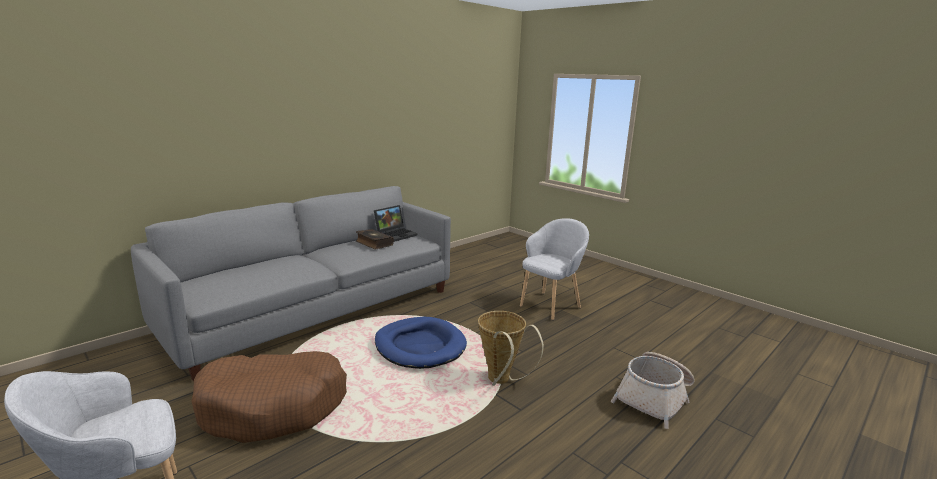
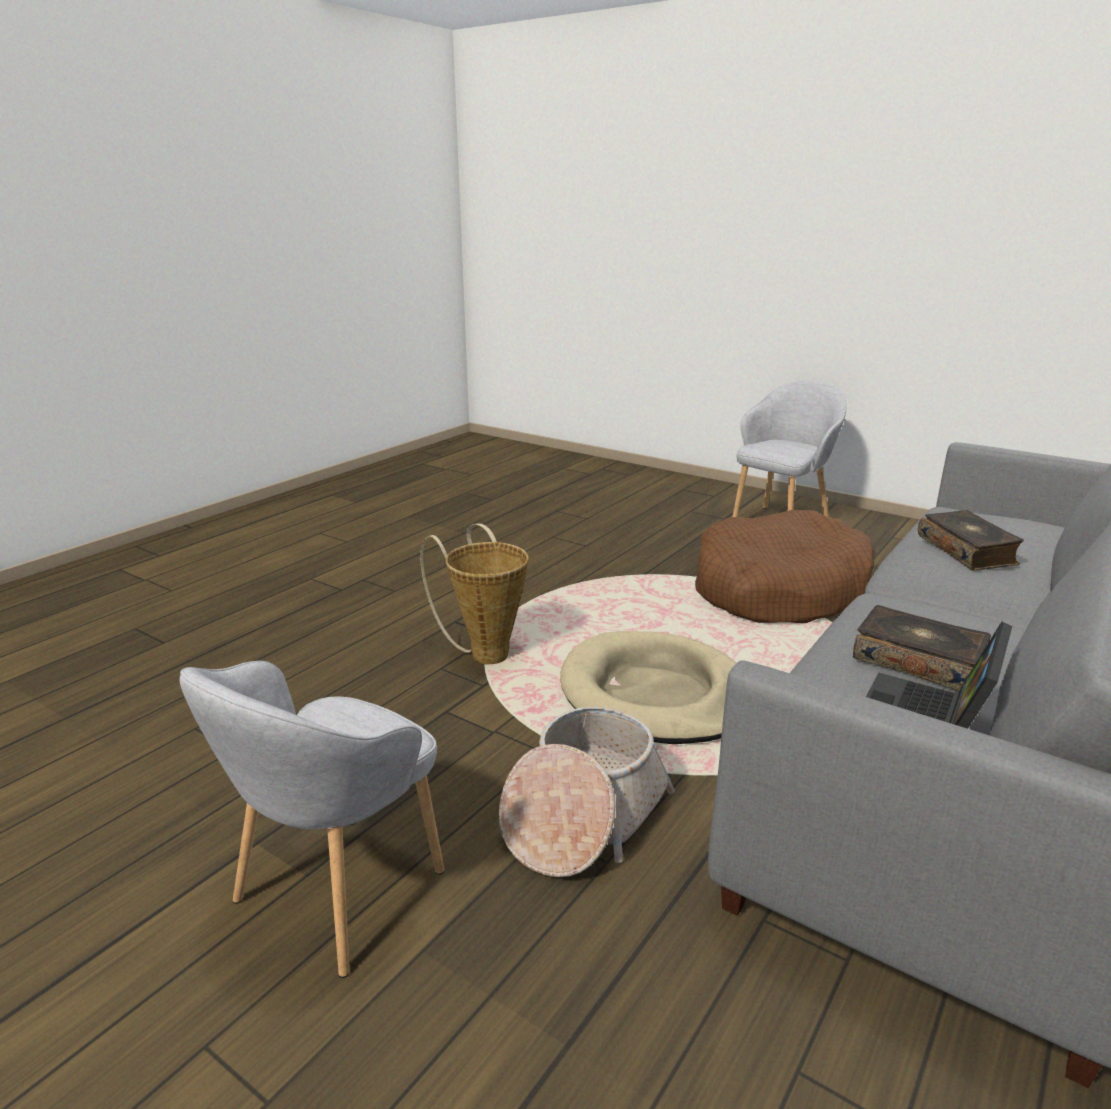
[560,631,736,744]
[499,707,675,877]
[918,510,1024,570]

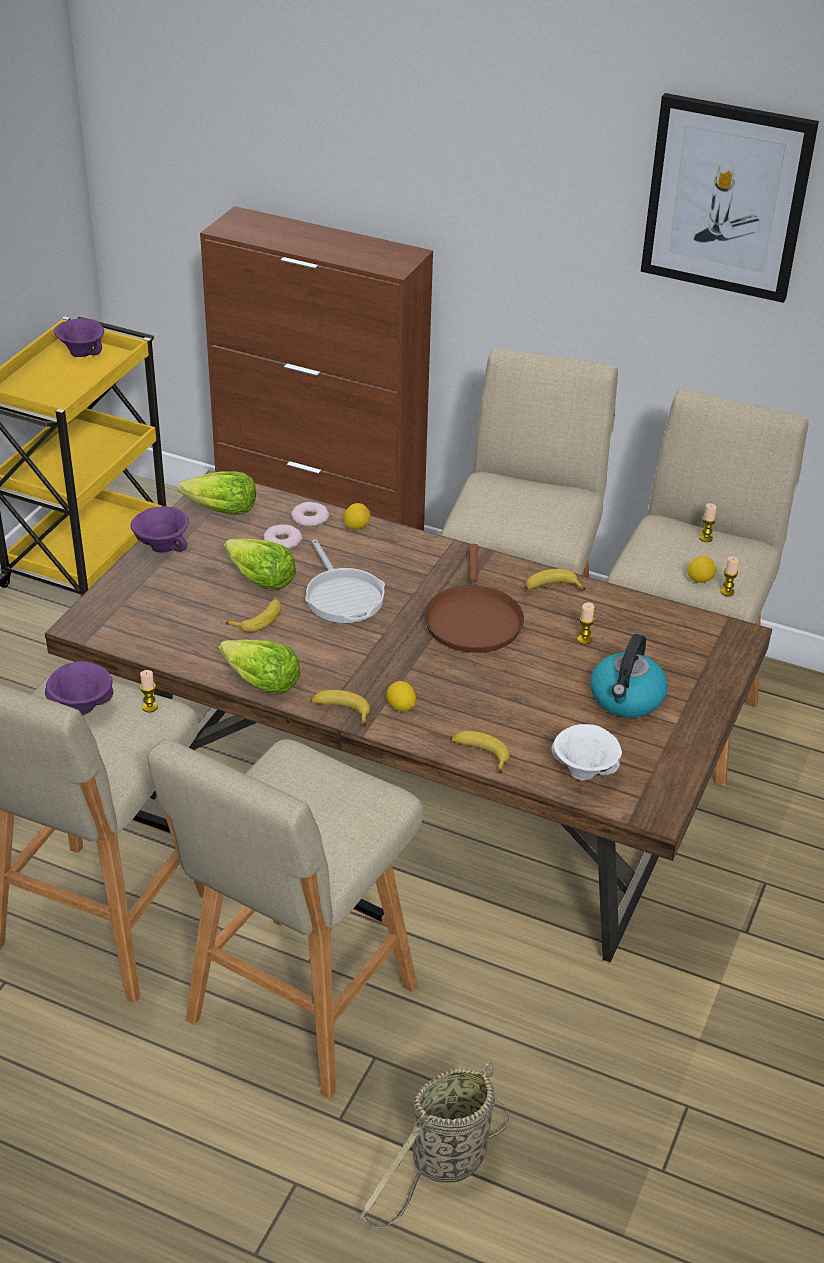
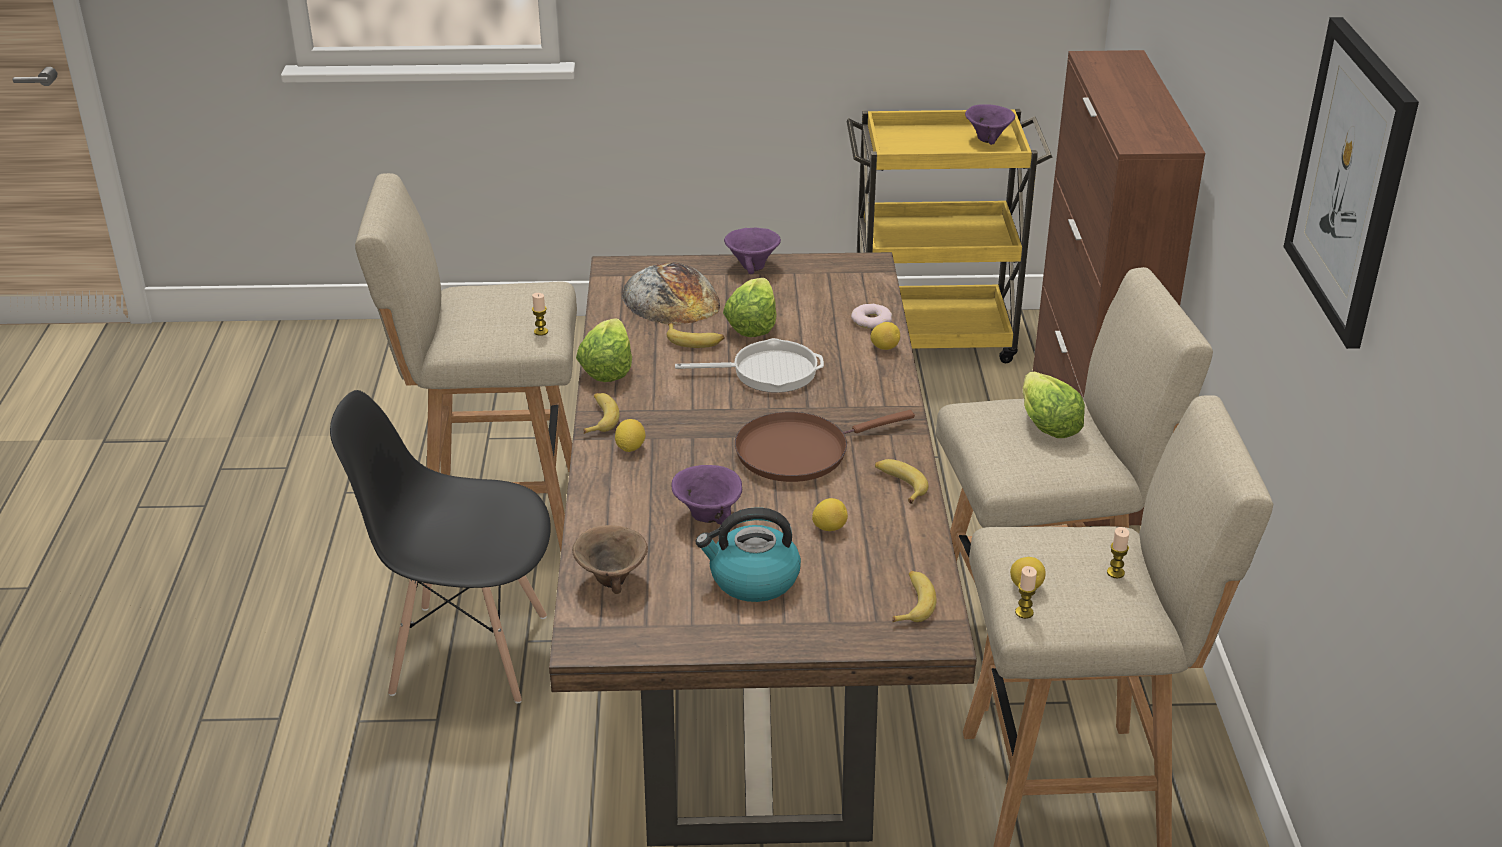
[1023,372,1085,438]
[263,524,302,549] (first image)
[675,338,824,393]
[812,498,848,531]
[671,465,742,525]
[572,525,648,594]
[893,571,936,622]
[330,390,551,703]
[360,1061,510,1228] (first image)
[622,262,720,325]

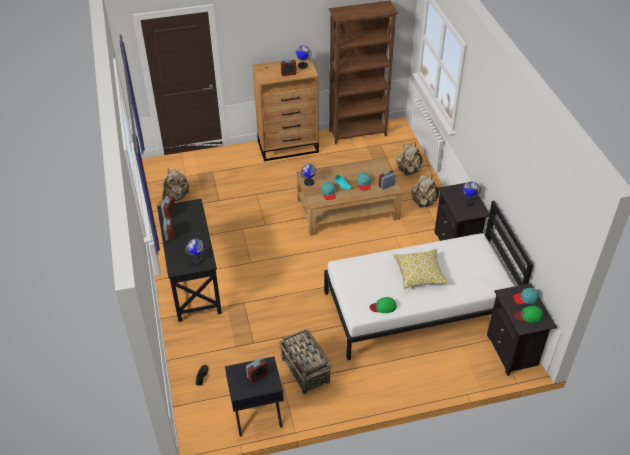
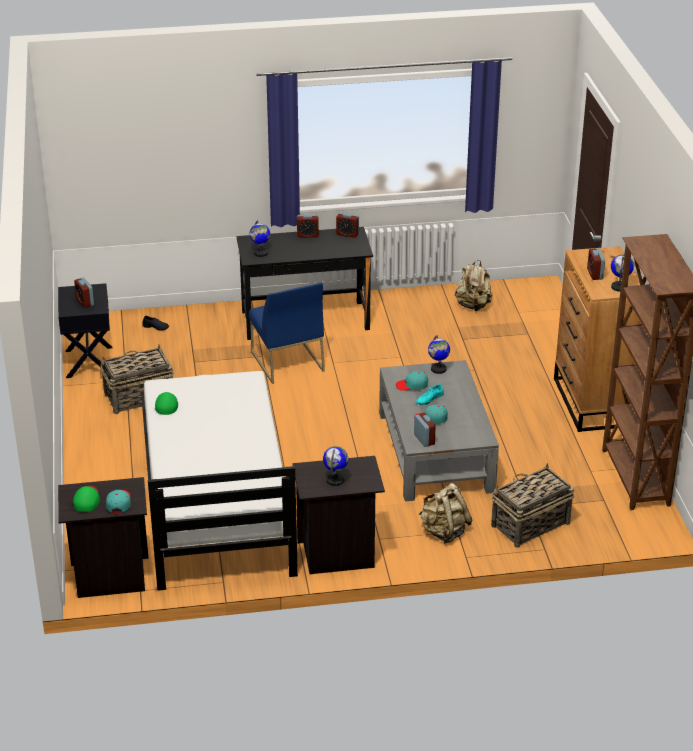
[491,463,574,548]
[379,360,499,502]
[393,249,449,289] (first image)
[249,283,325,384]

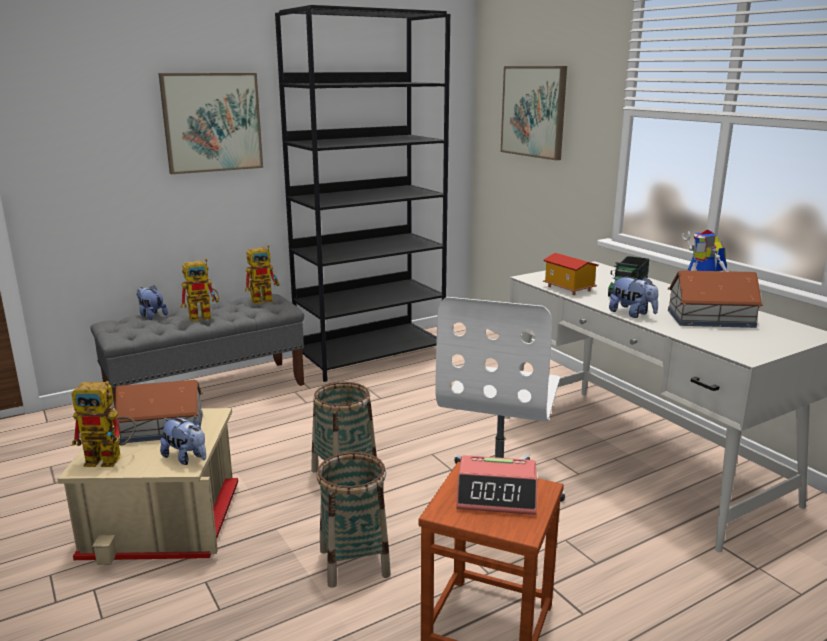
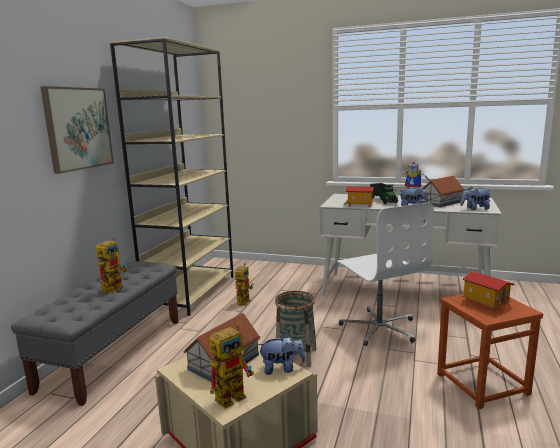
[110,37,234,316]
[501,66,567,160] (first image)
[235,263,253,306]
[461,187,491,210]
[317,452,391,588] (first image)
[461,272,514,312]

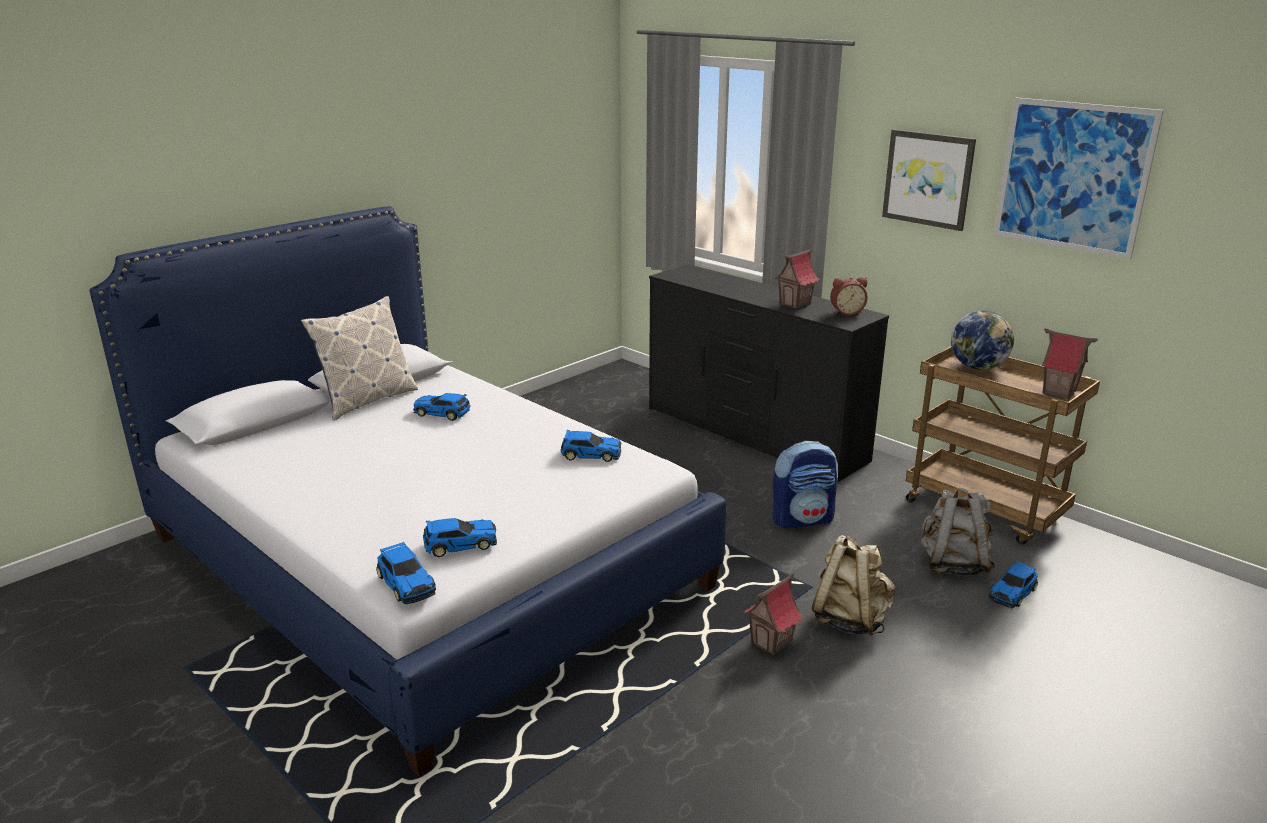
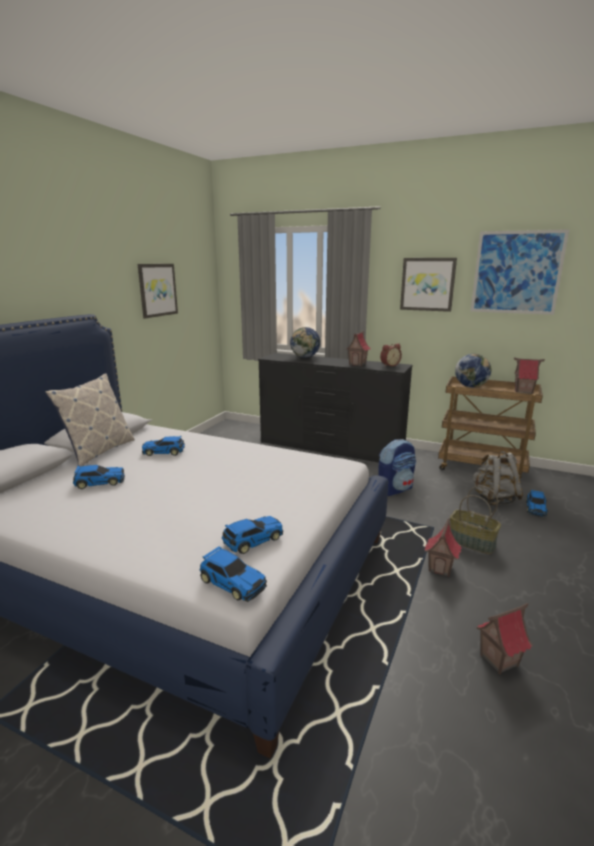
[73,465,125,489]
[450,486,501,554]
[138,264,178,318]
[290,327,320,358]
[476,603,533,674]

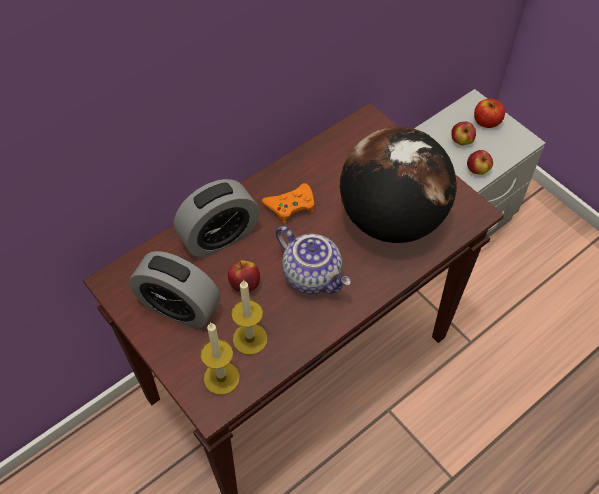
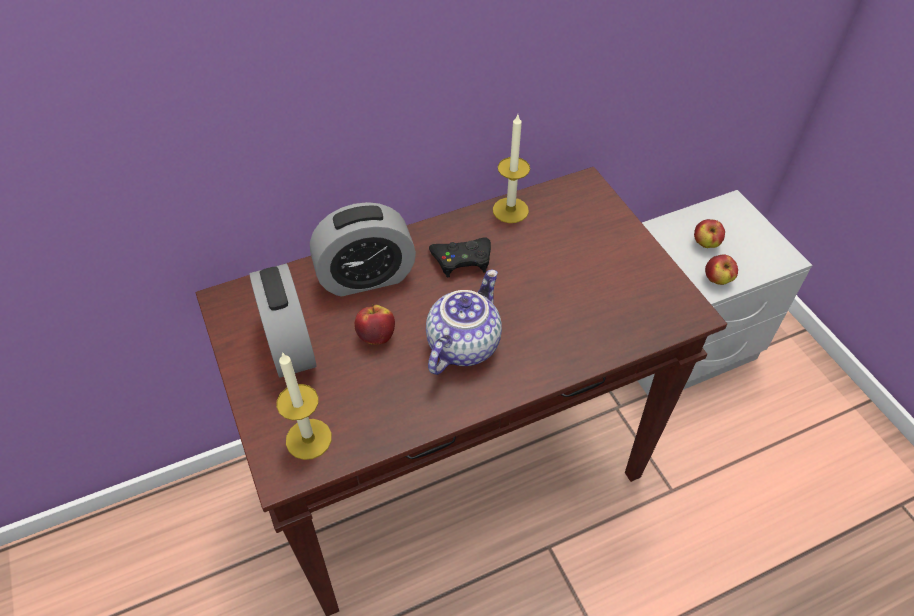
[474,99,505,128] (first image)
[340,127,457,243] (first image)
[429,237,491,277]
[426,270,502,375]
[250,264,317,378]
[493,115,530,223]

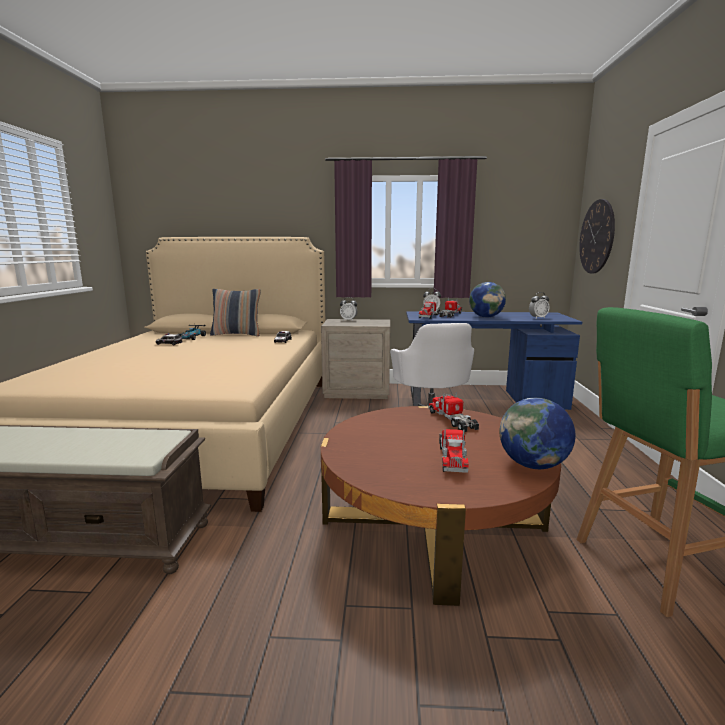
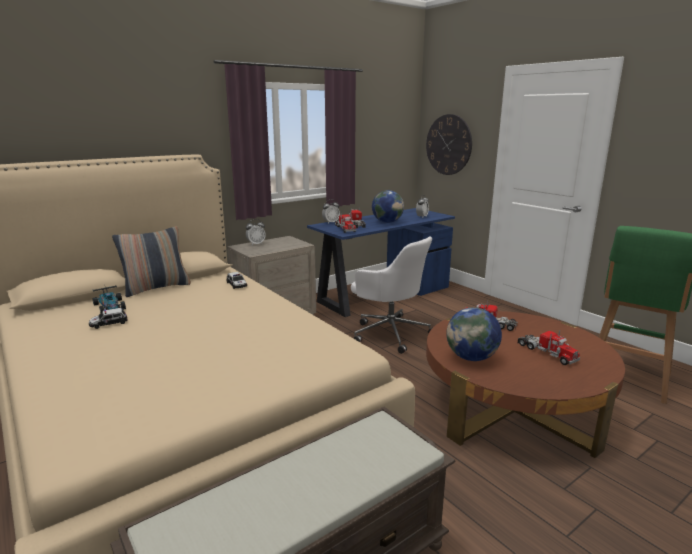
[446,307,502,361]

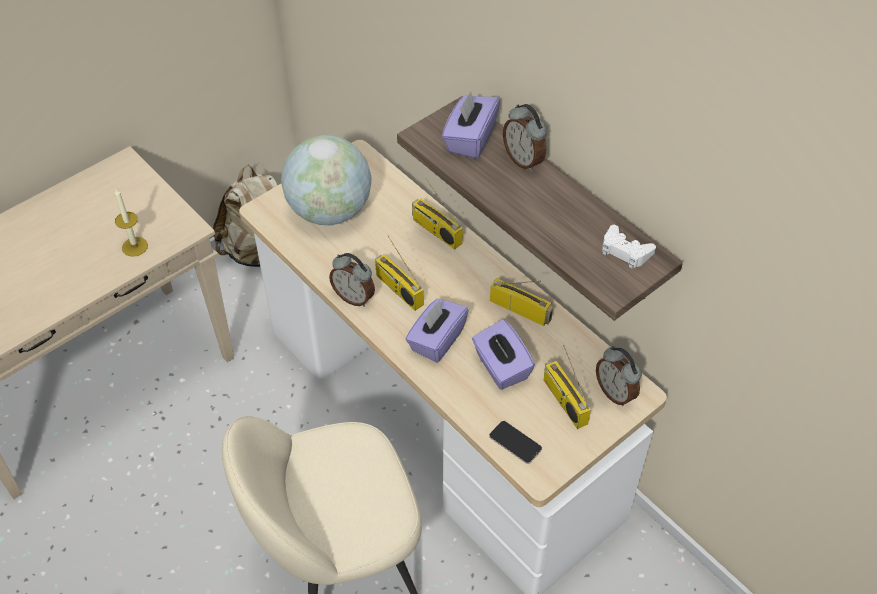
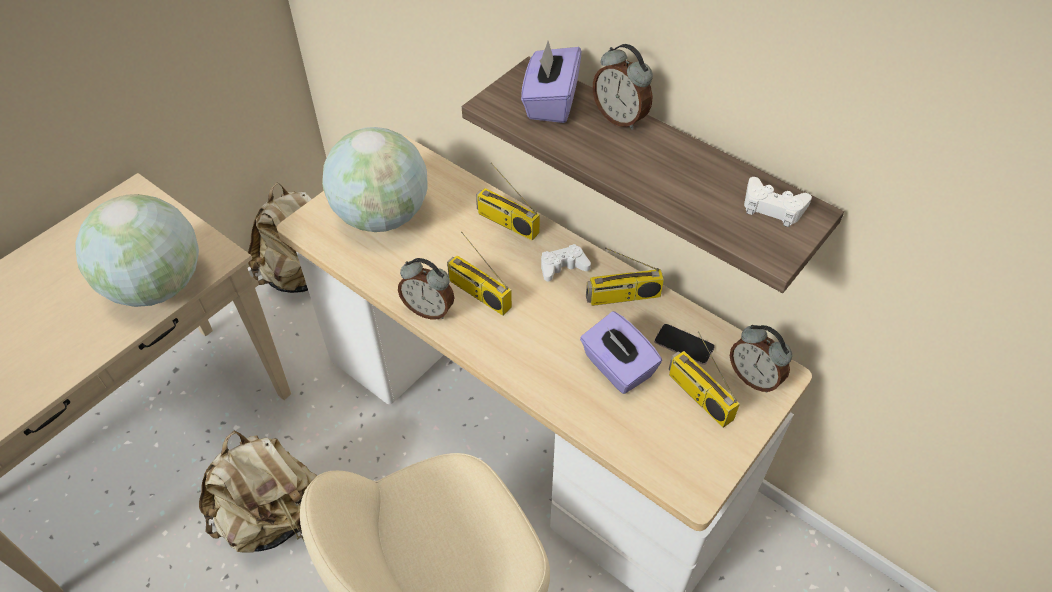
[75,194,199,307]
[586,247,664,306]
[405,299,469,363] (first image)
[654,324,715,365]
[541,244,591,281]
[199,431,317,553]

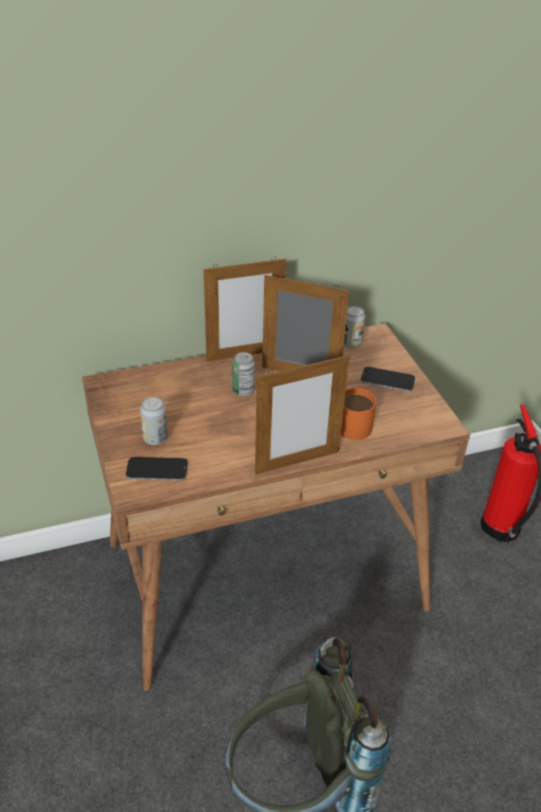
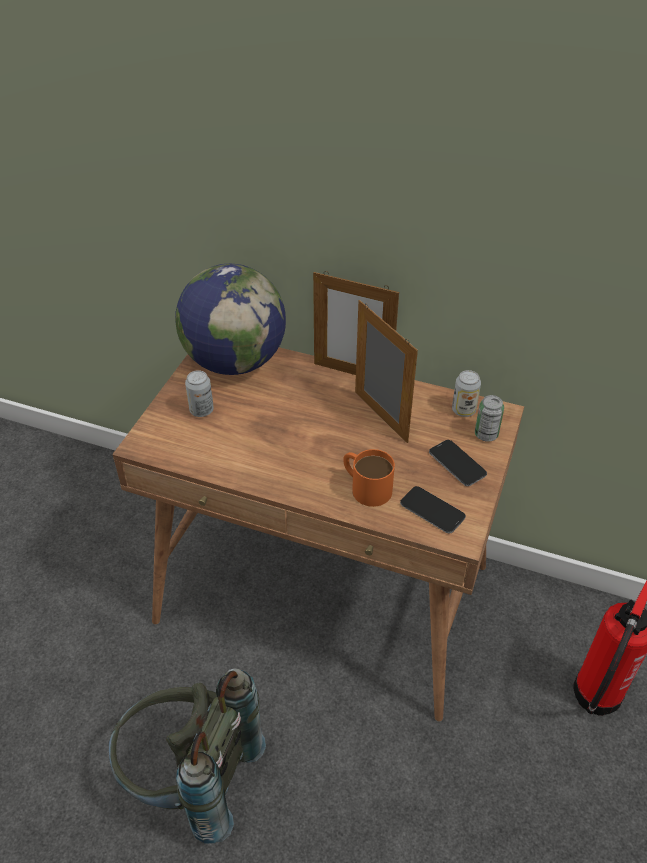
[475,395,504,442]
[255,354,349,475] (first image)
[400,486,466,534]
[175,264,286,375]

